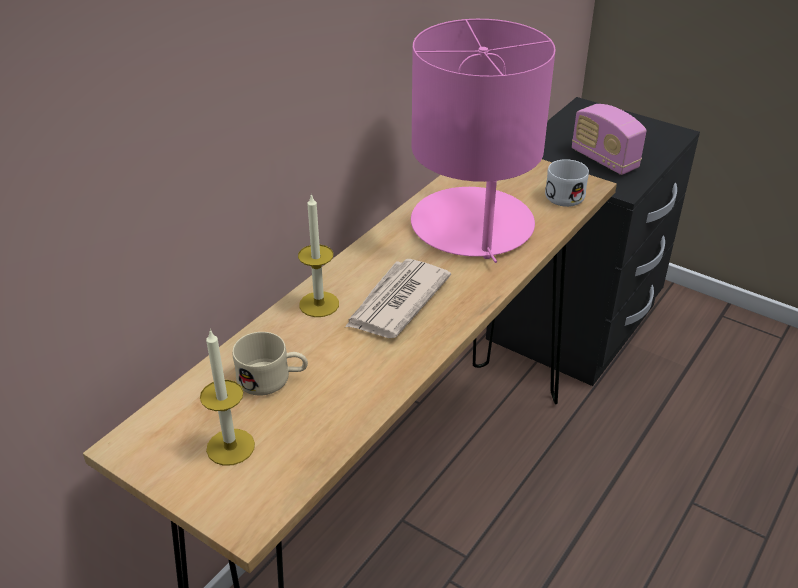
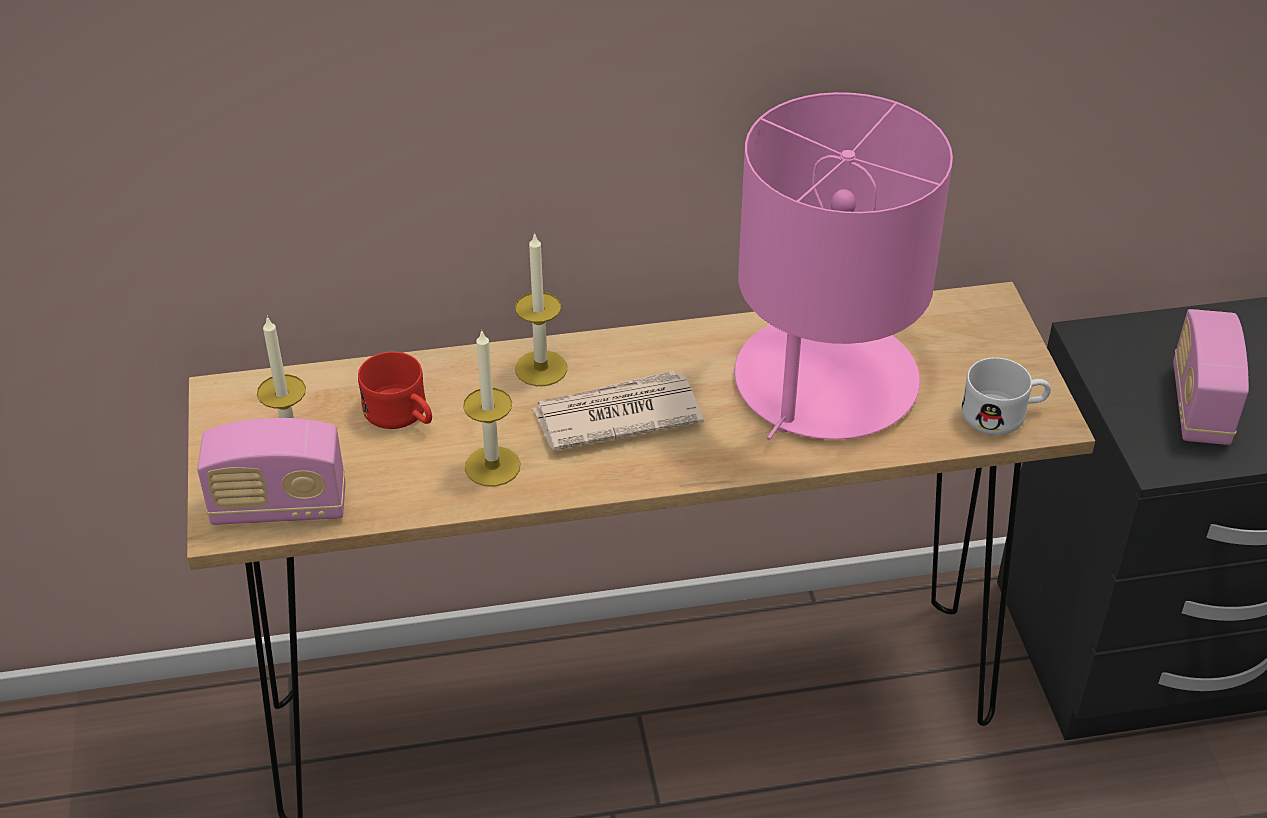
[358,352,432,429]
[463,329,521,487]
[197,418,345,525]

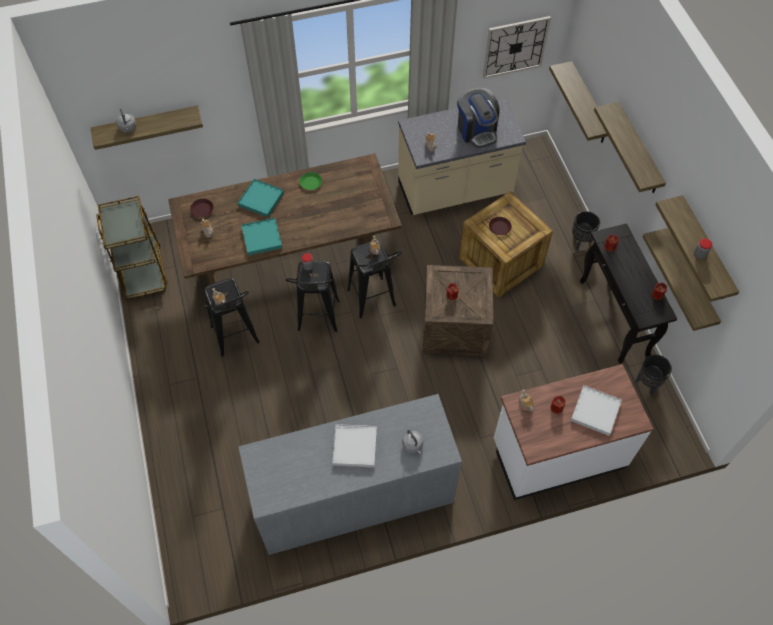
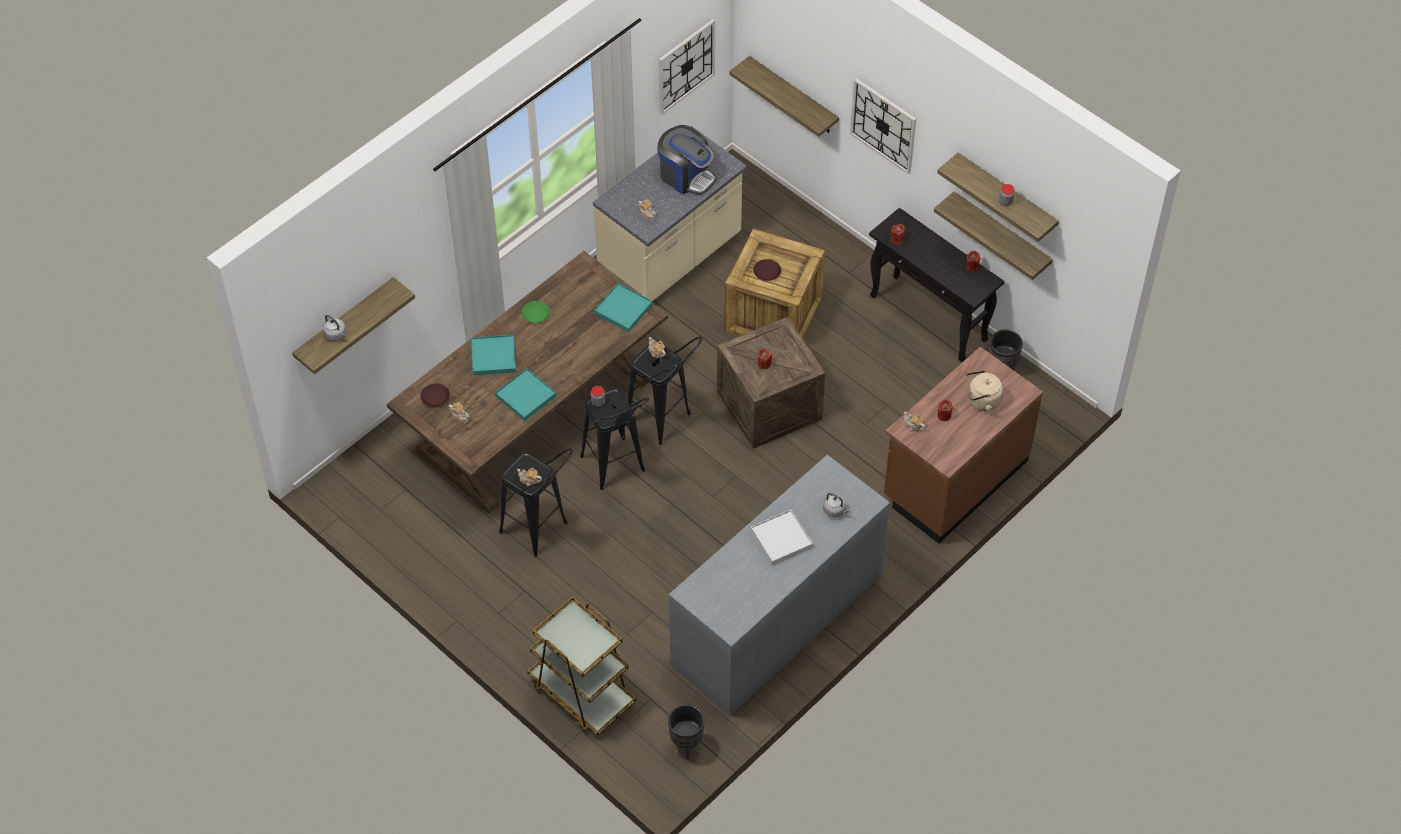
[850,78,916,174]
[527,596,636,736]
[668,705,704,759]
[884,347,1043,544]
[966,370,1003,412]
[594,283,653,332]

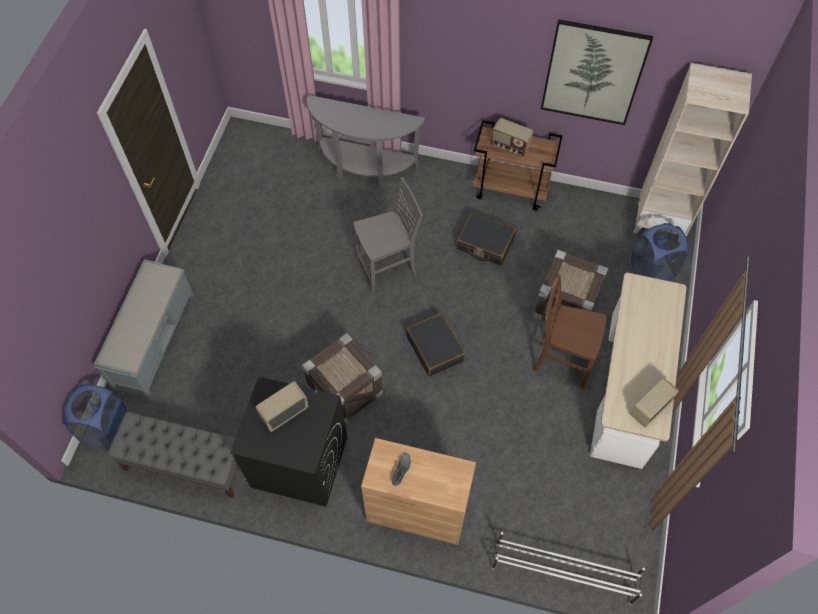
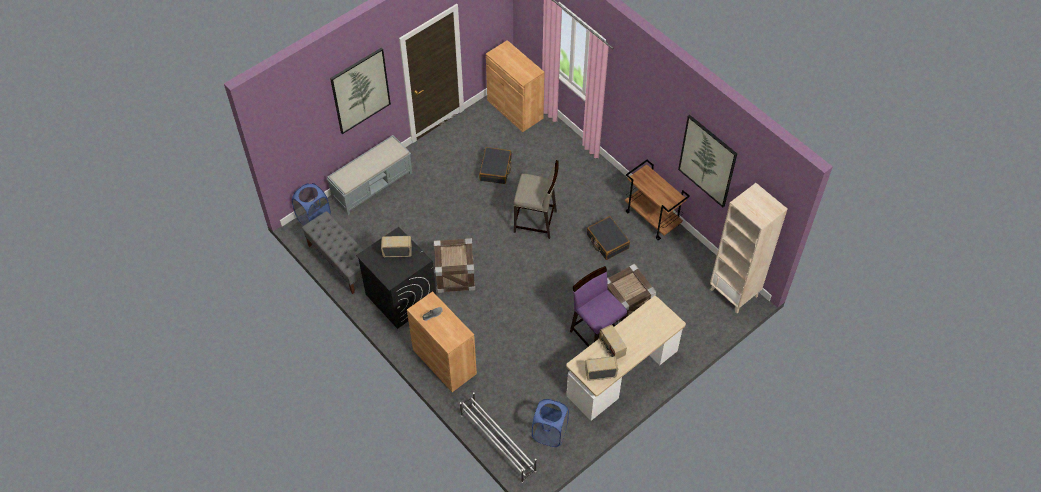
[306,95,425,187] (first image)
[599,324,627,360]
[514,160,559,239]
[532,399,569,447]
[570,266,627,347]
[479,147,512,184]
[486,40,545,132]
[330,47,391,134]

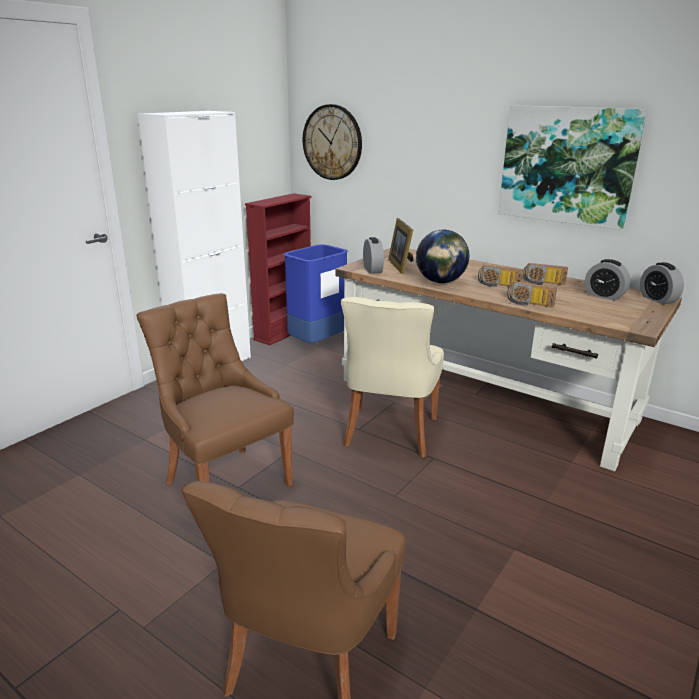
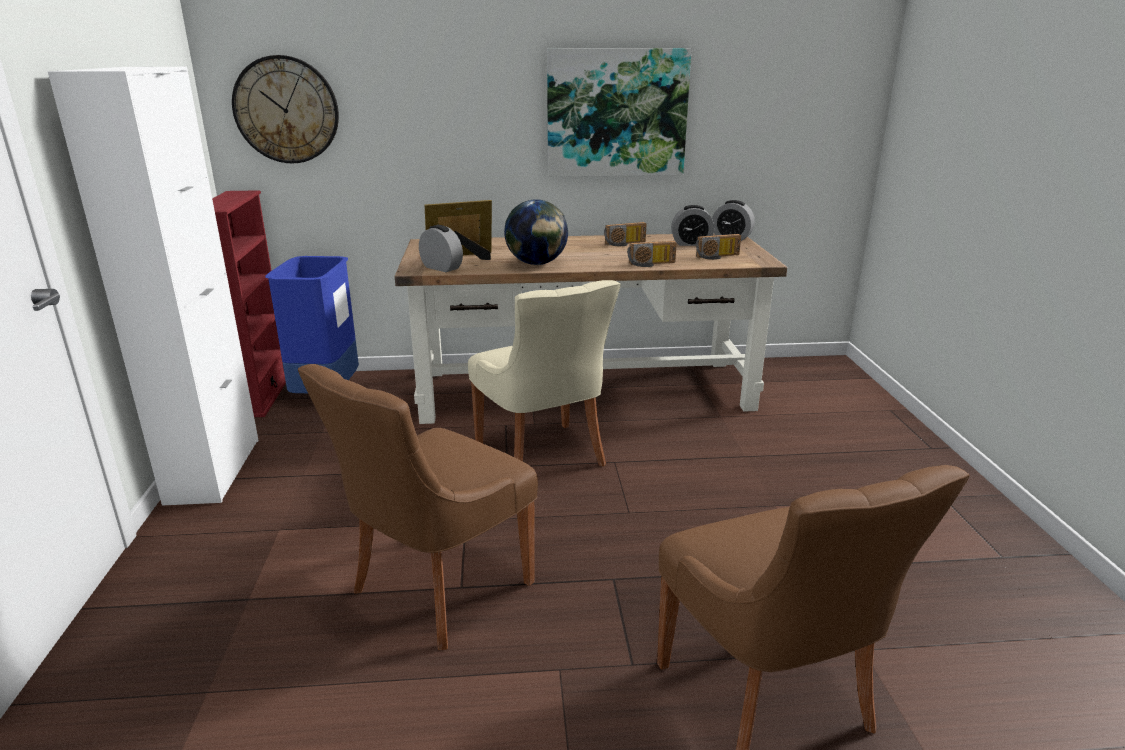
[425,200,492,260]
[696,234,741,260]
[298,364,538,650]

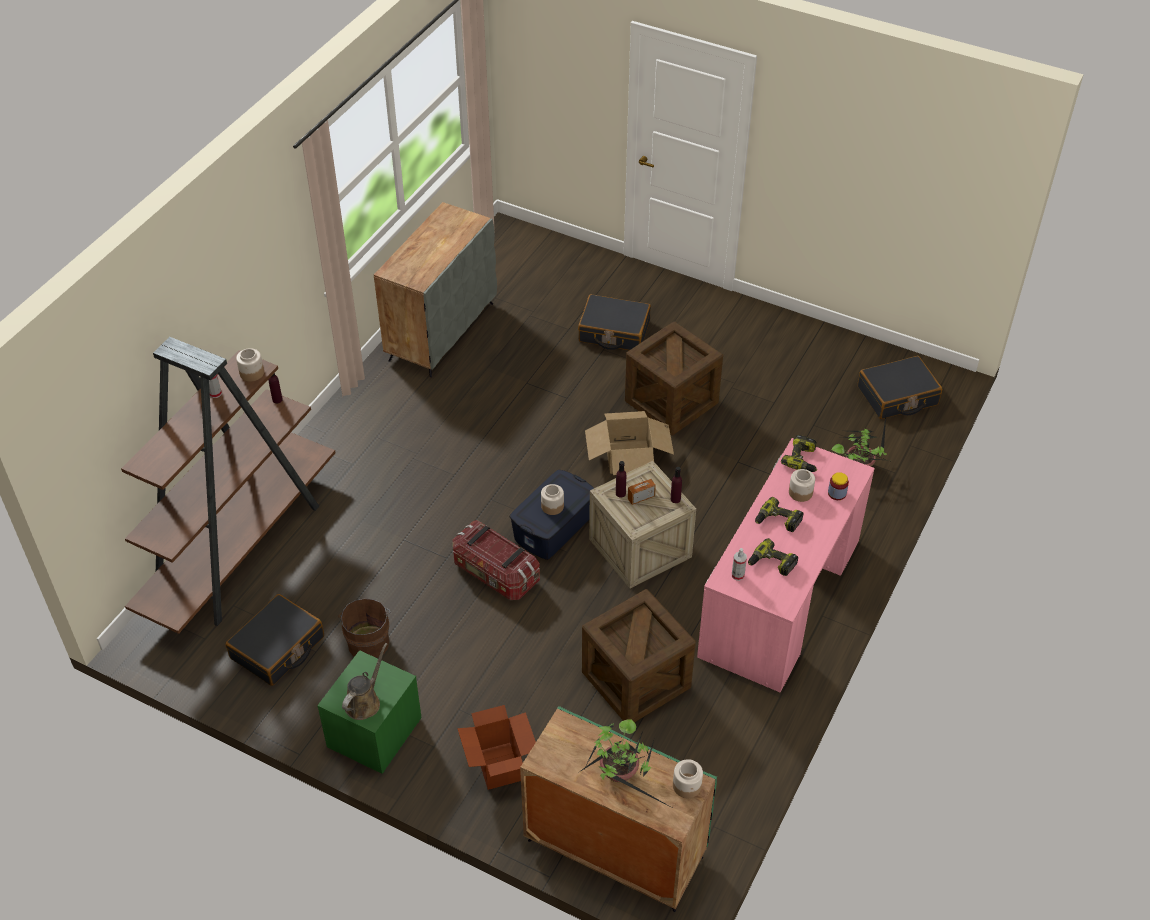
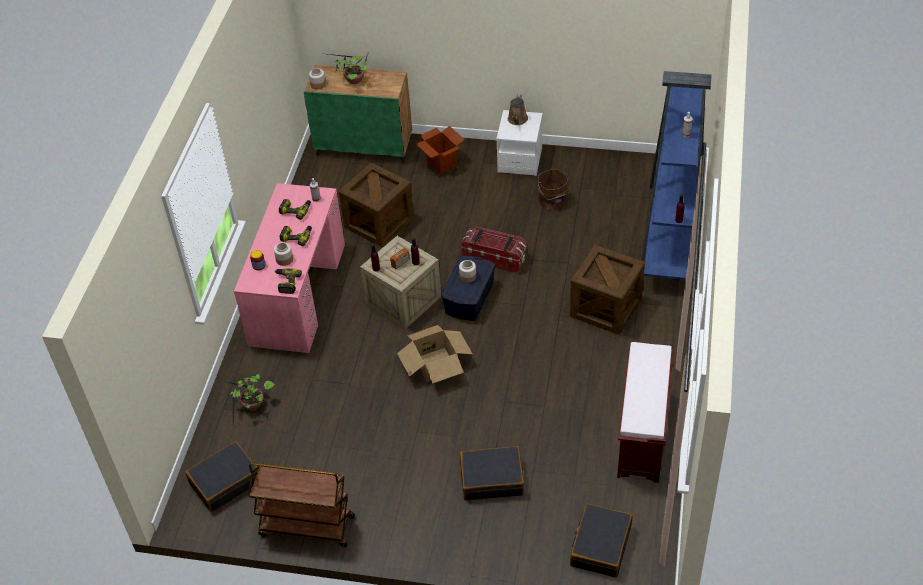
[617,342,674,483]
[570,245,645,335]
[641,71,712,280]
[236,348,264,382] (first image)
[570,503,632,578]
[496,110,543,176]
[249,463,355,547]

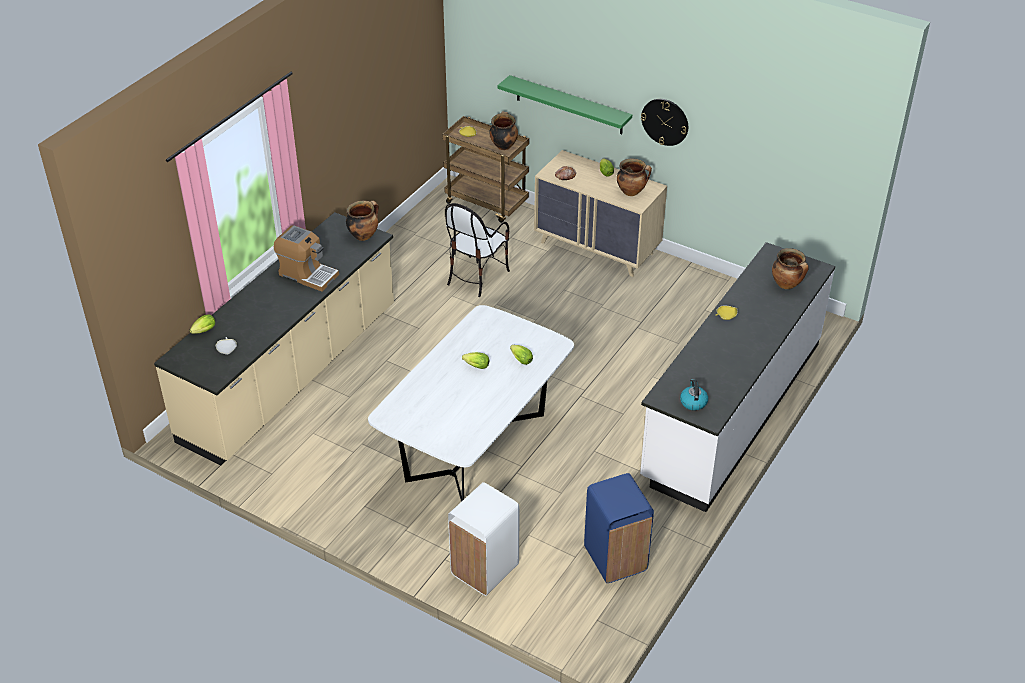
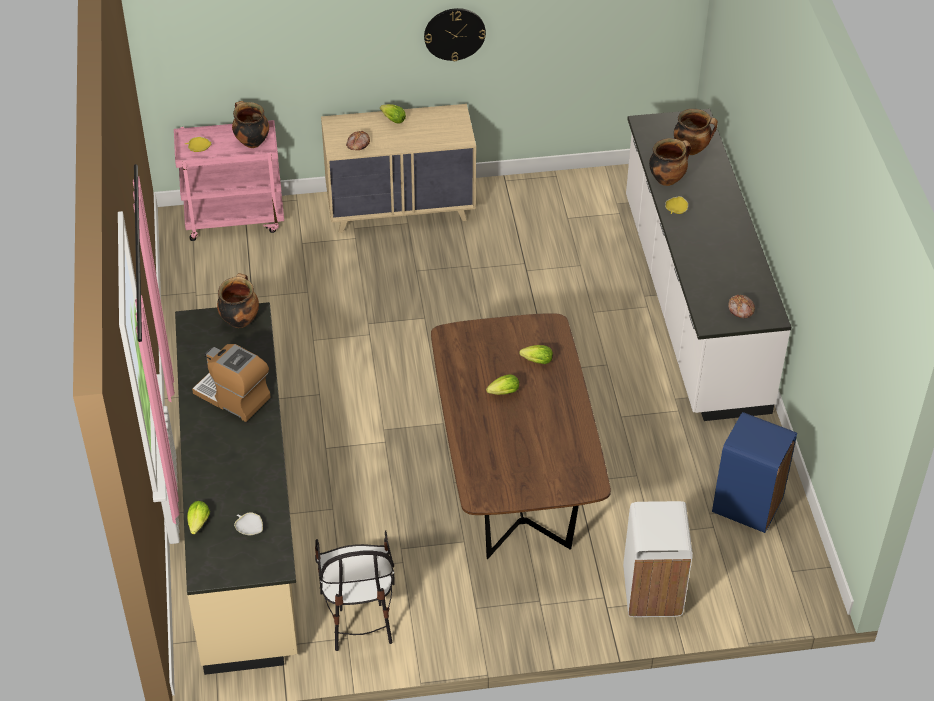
[498,75,632,134] (first image)
[174,119,284,241]
[649,138,692,186]
[315,530,395,651]
[192,344,271,422]
[431,313,611,559]
[728,295,755,318]

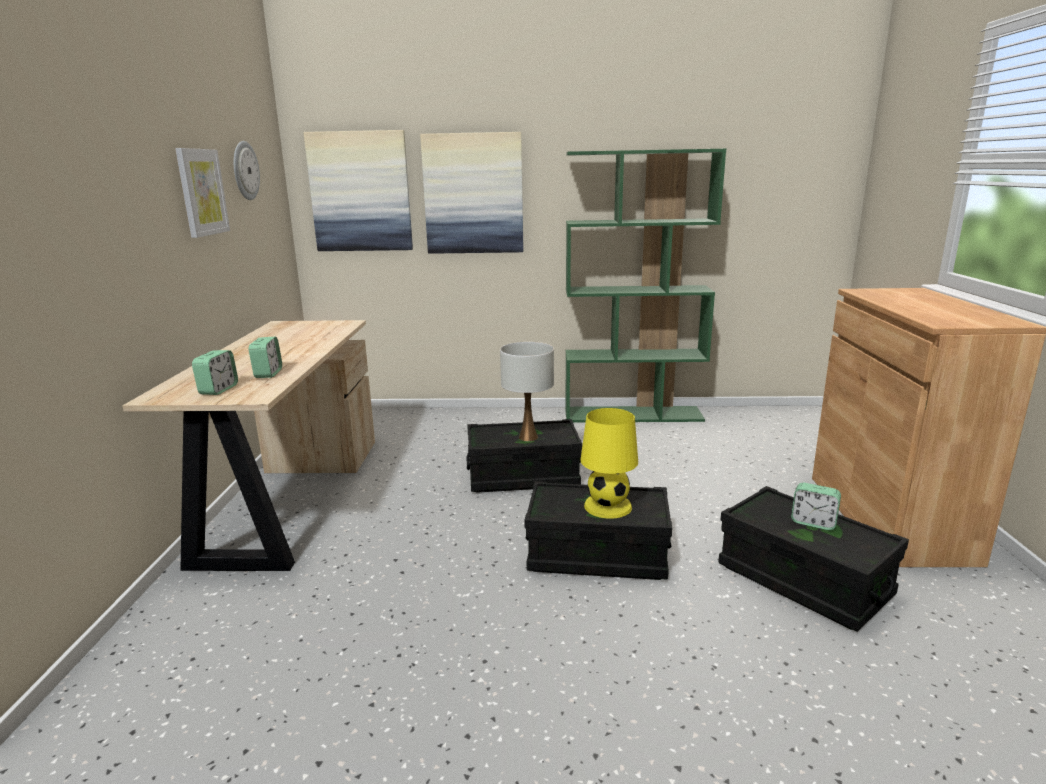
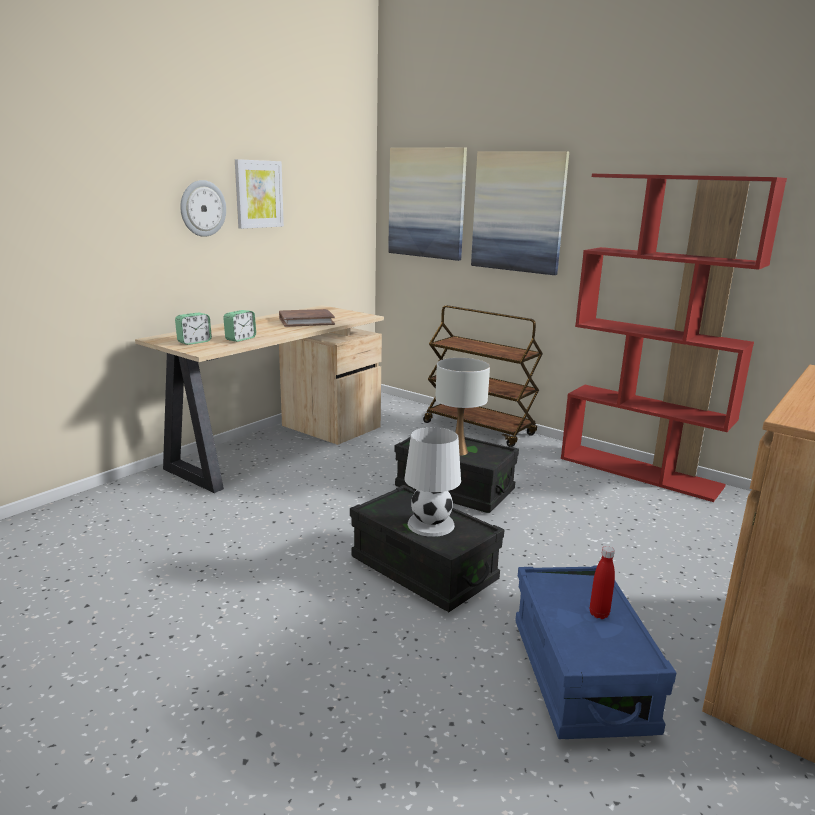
[180,180,226,237]
[561,174,787,502]
[404,427,461,537]
[590,546,615,619]
[515,565,676,739]
[423,305,543,447]
[279,309,335,327]

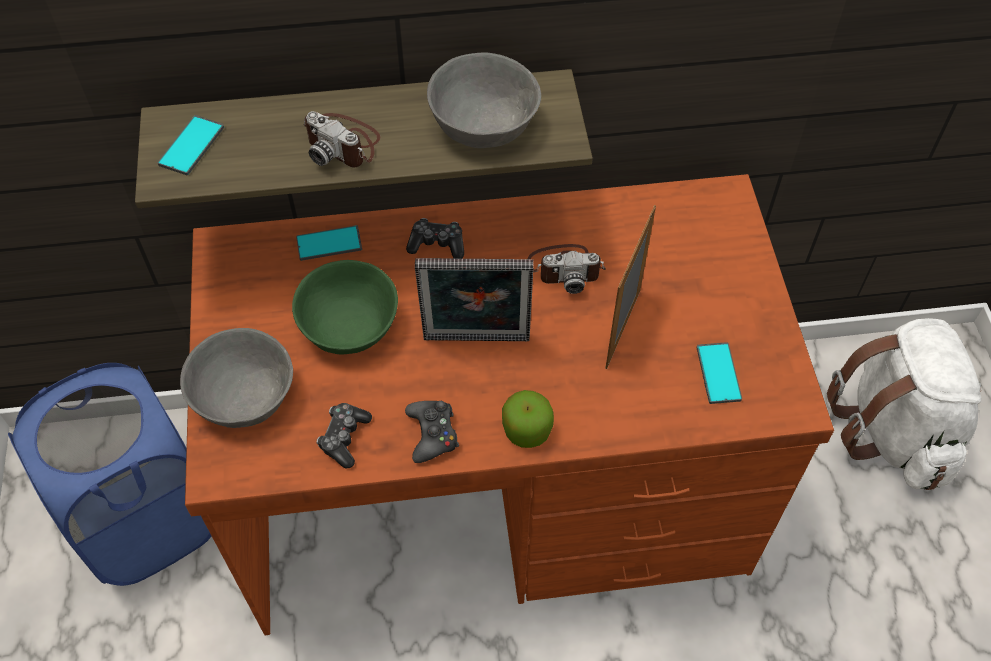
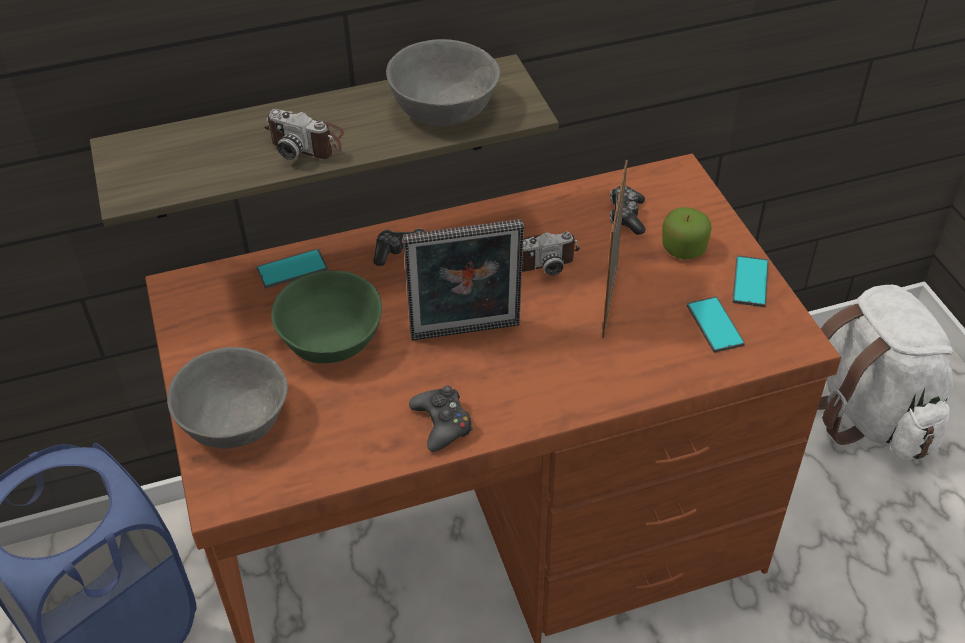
[733,255,769,307]
[662,207,712,260]
[610,186,646,235]

